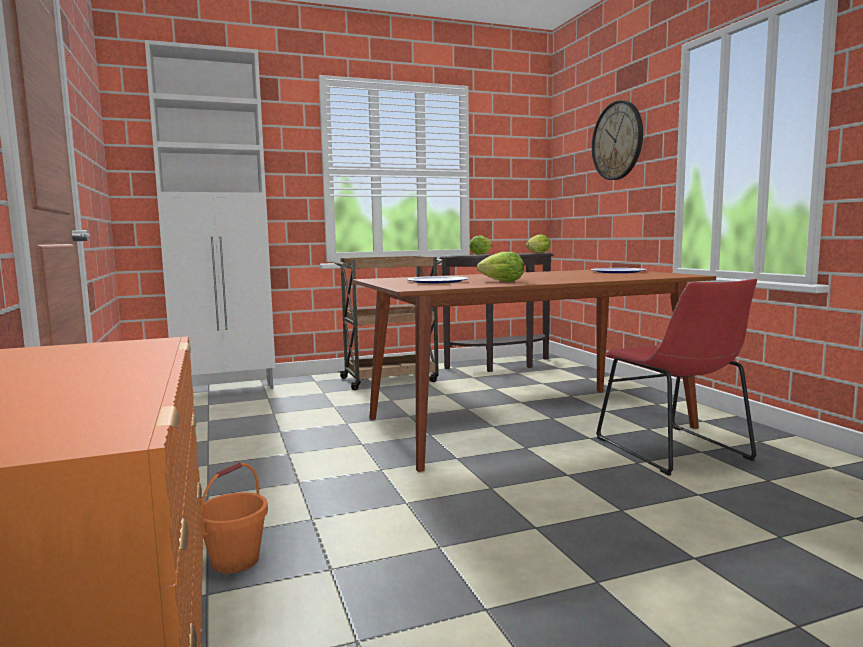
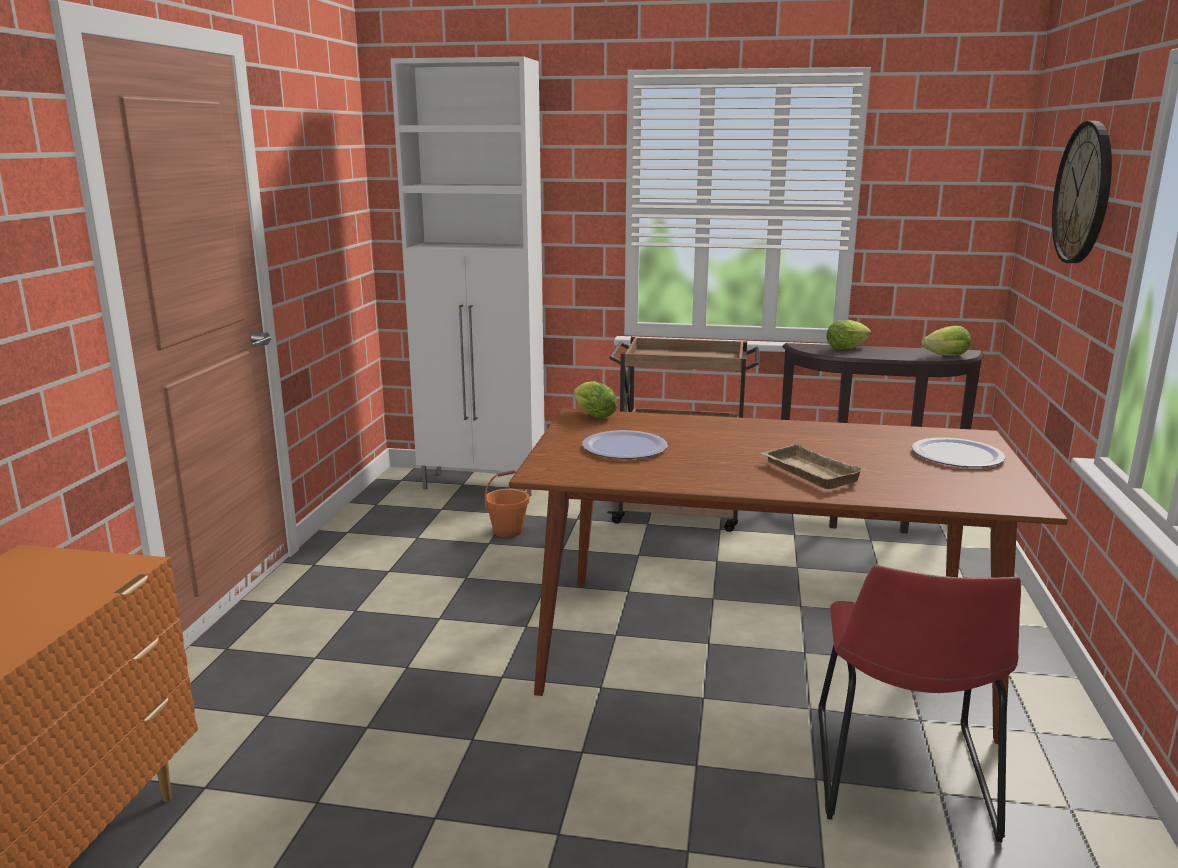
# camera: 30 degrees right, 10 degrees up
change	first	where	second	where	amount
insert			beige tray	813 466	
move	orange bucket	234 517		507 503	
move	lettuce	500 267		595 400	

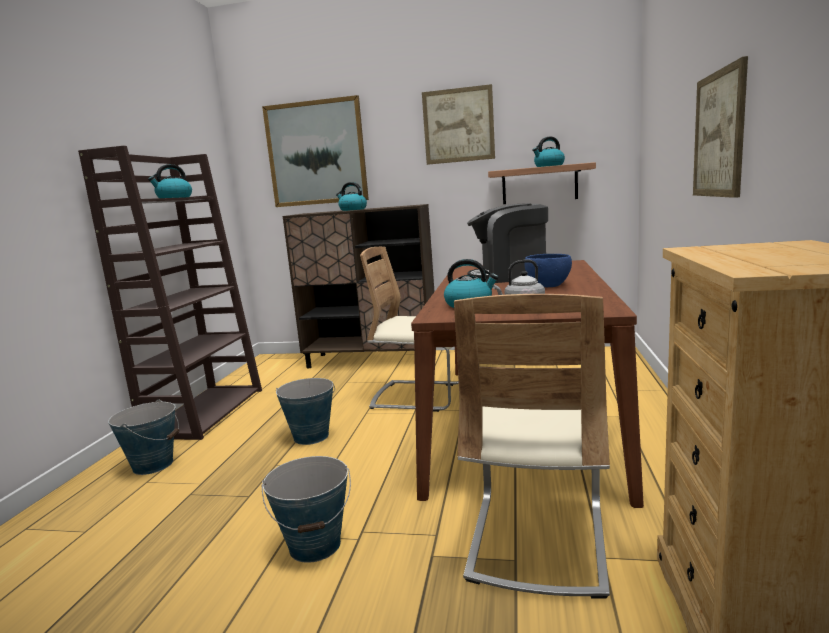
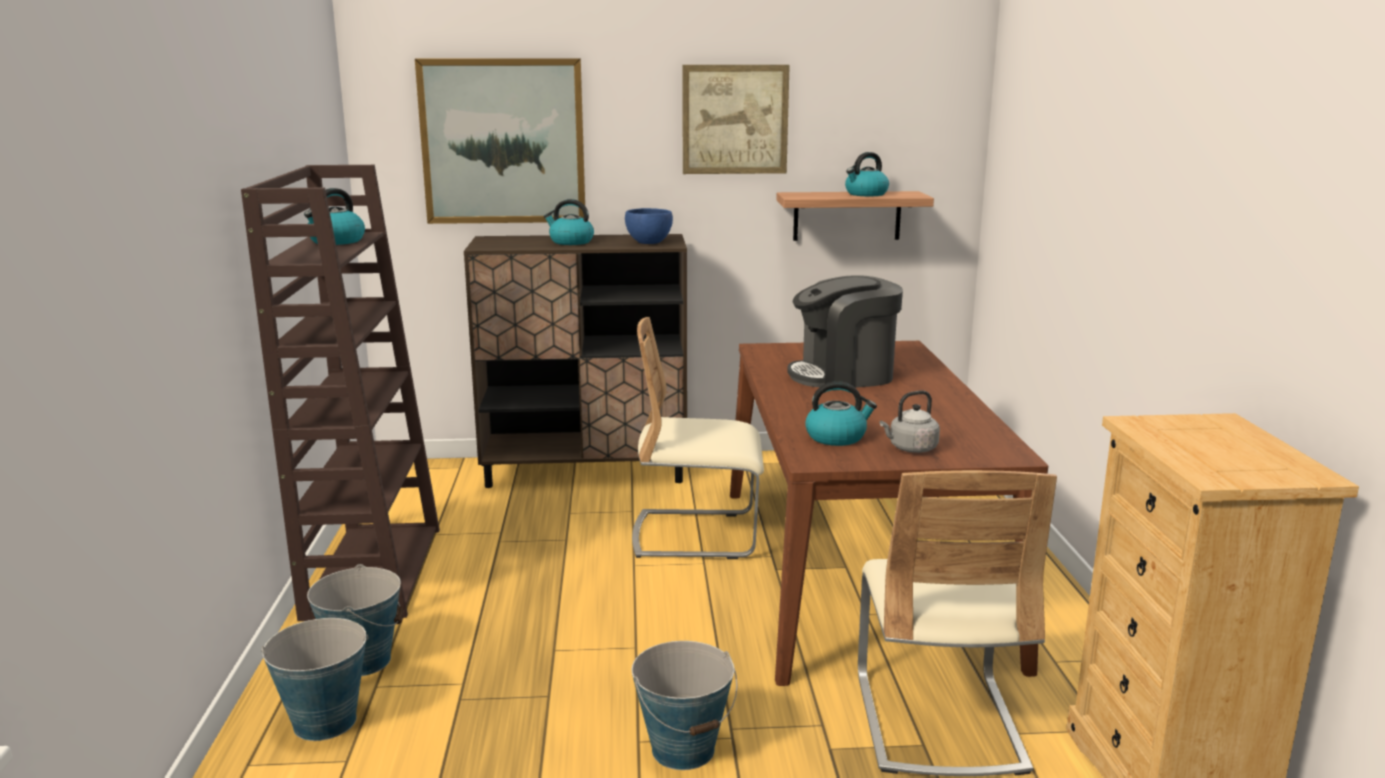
# camera: 15 degrees left, 5 degrees up
change	first	where	second	where	amount
delete	picture	720 127			
move	bucket	305 411		315 679	
move	blue bowl	548 270		649 226	

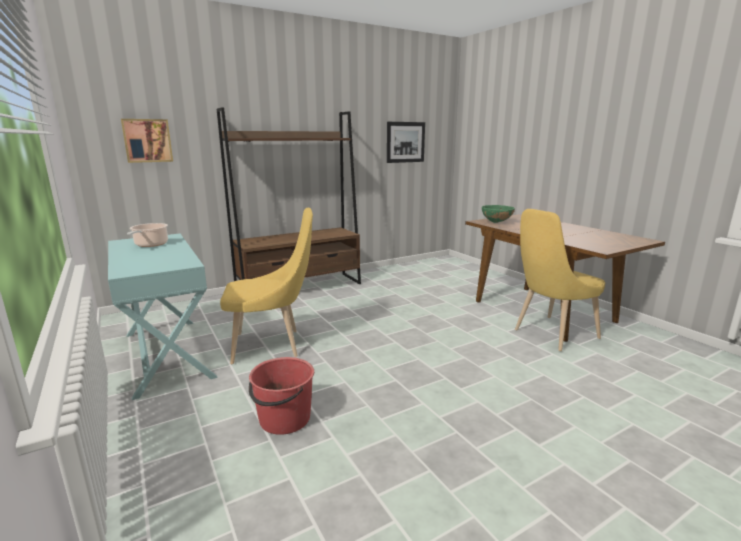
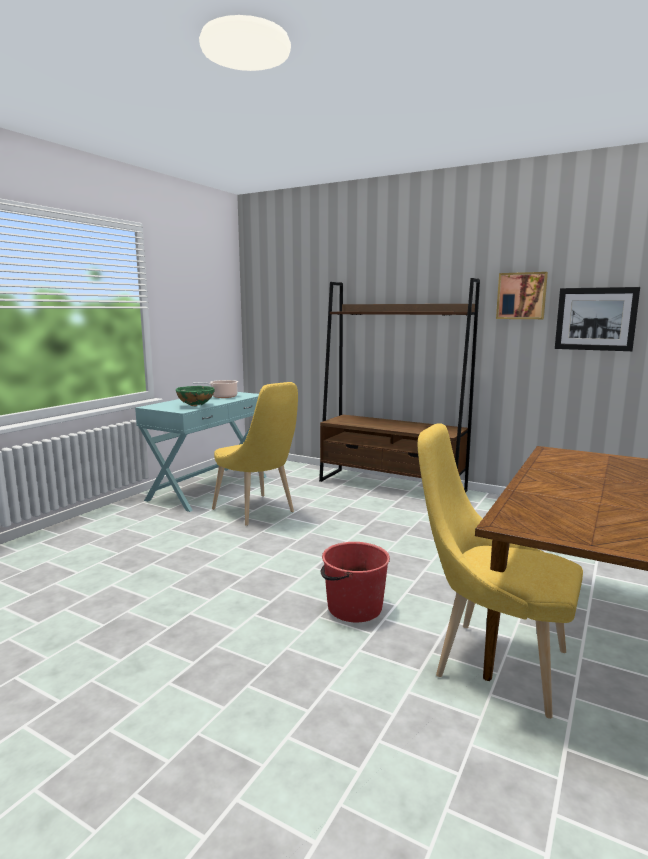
# camera: 60 degrees right, 5 degrees down
change	first	where	second	where	amount
move	picture	147 141		522 295	
move	red bucket	281 396		355 582	
move	green bowl	498 214		195 396	

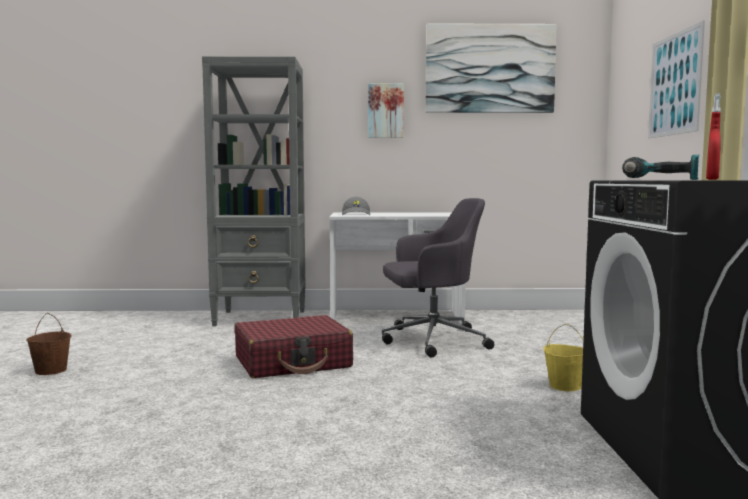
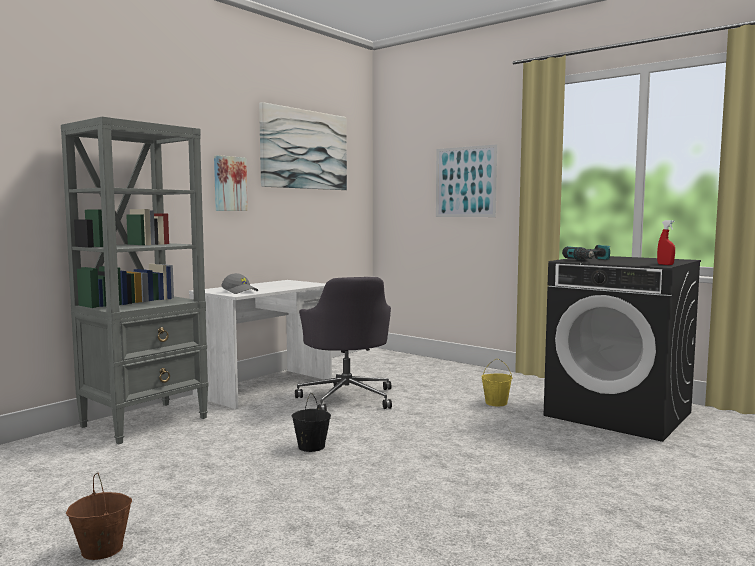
# camera: 50 degrees left, 0 degrees up
change	first	where	second	where	amount
replace	red suitcase	293 346	black bucket	311 422	
rotate	grey office chair	438 277		343 344	135 degrees clockwise

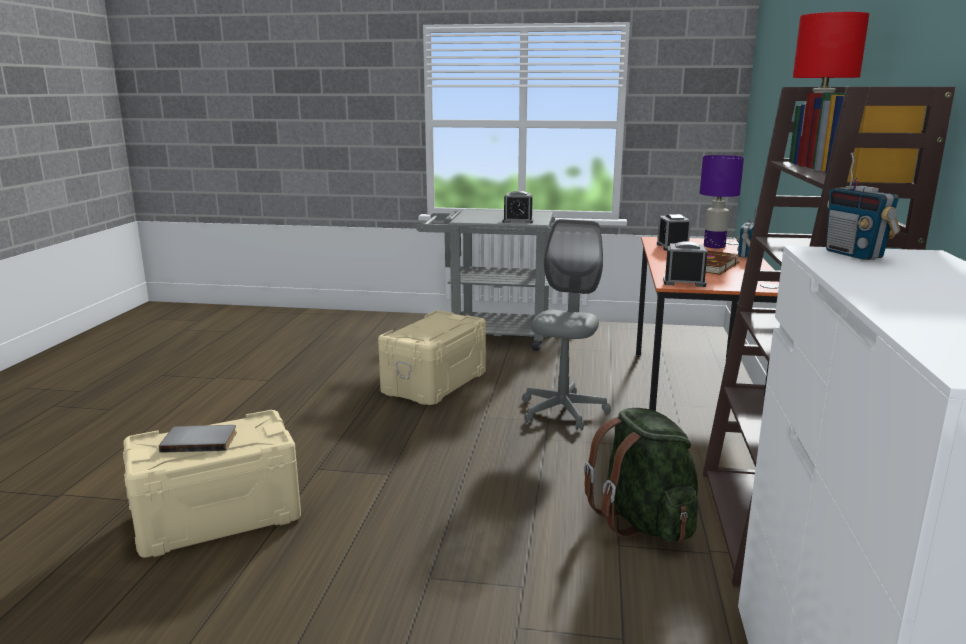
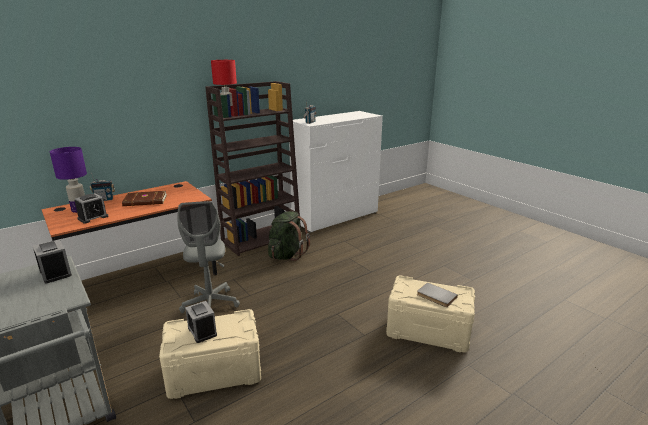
# camera: 135 degrees left, 5 degrees up
change	first	where	second	where	amount
move	alarm clock	685 264		201 322	
rotate	grey office chair	566 324		209 257	75 degrees counterclockwise

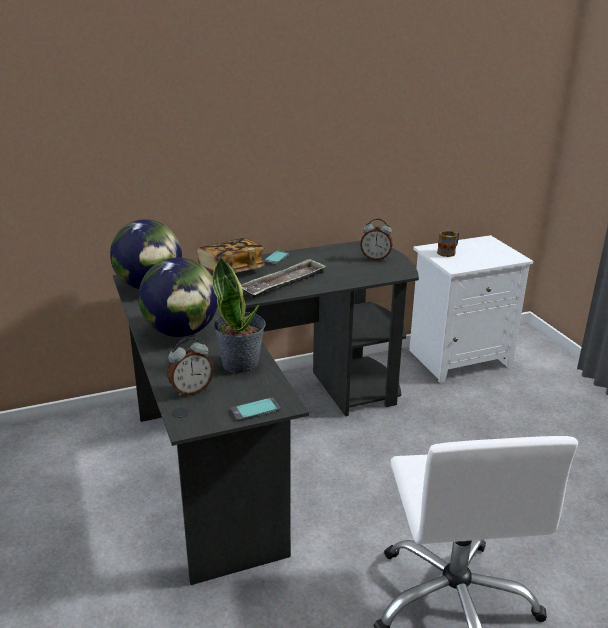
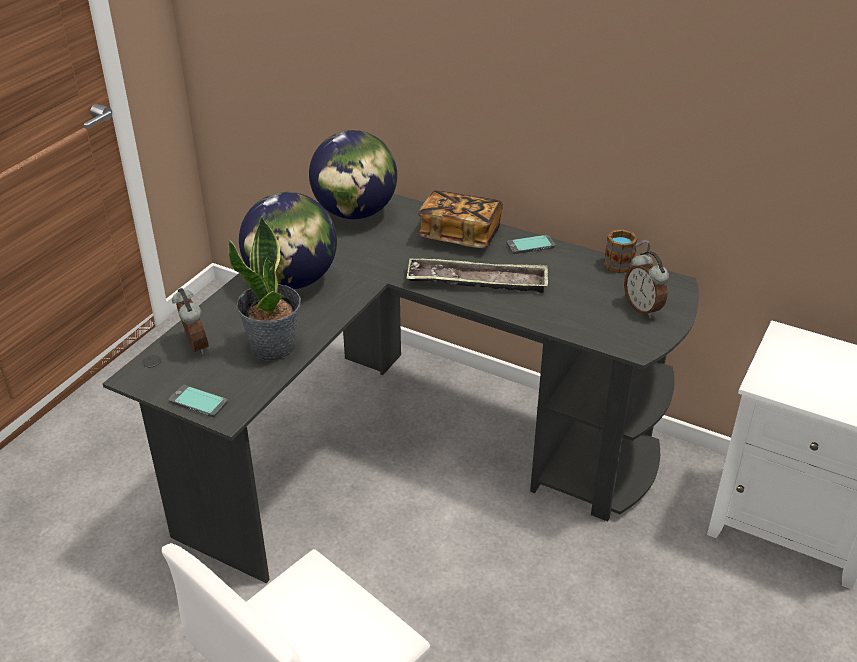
# camera: 50 degrees right, 10 degrees up
change	first	where	second	where	amount
move	mug	448 244		627 251	
rotate	alarm clock	190 366		190 321	135 degrees counterclockwise

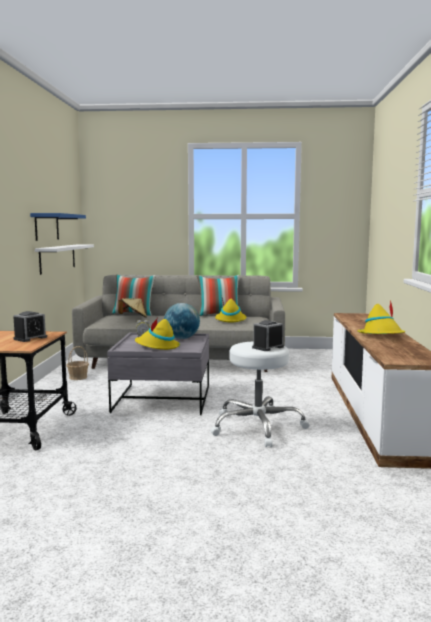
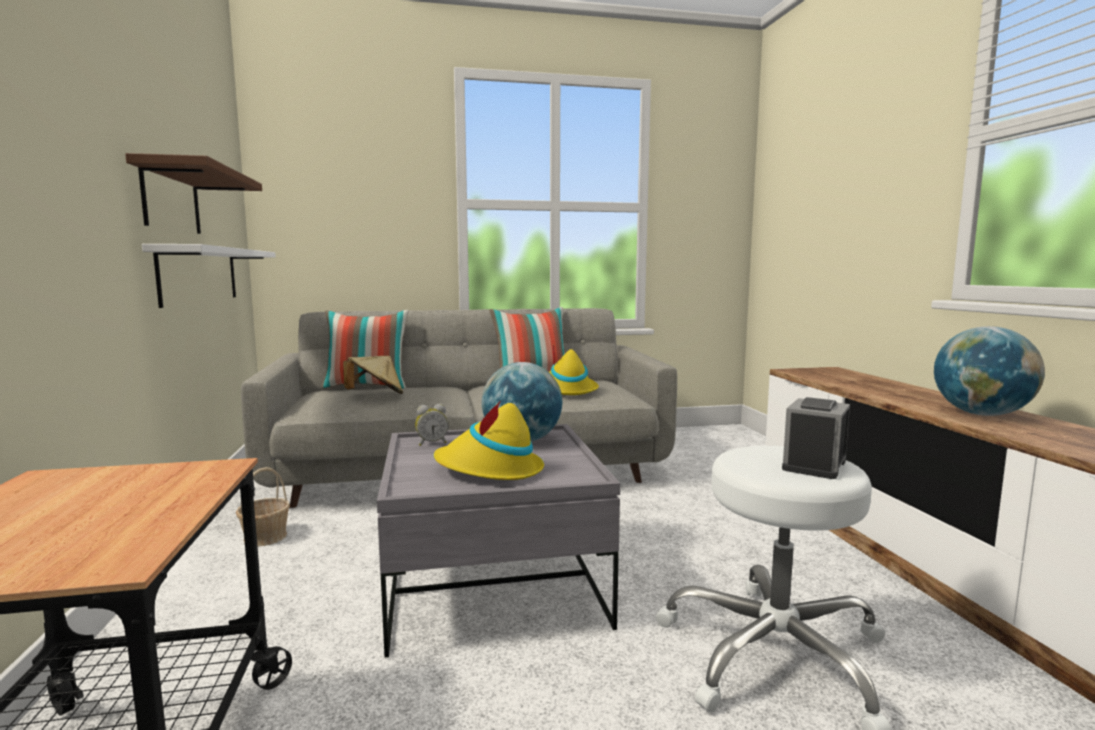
# camera: 15 degrees left, 0 degrees up
change	first	where	second	where	amount
delete	alarm clock	30 326			
replace	yellow hat	381 317	globe	989 371	
recolor	blue shelf	58 227	brown shelf	193 193	

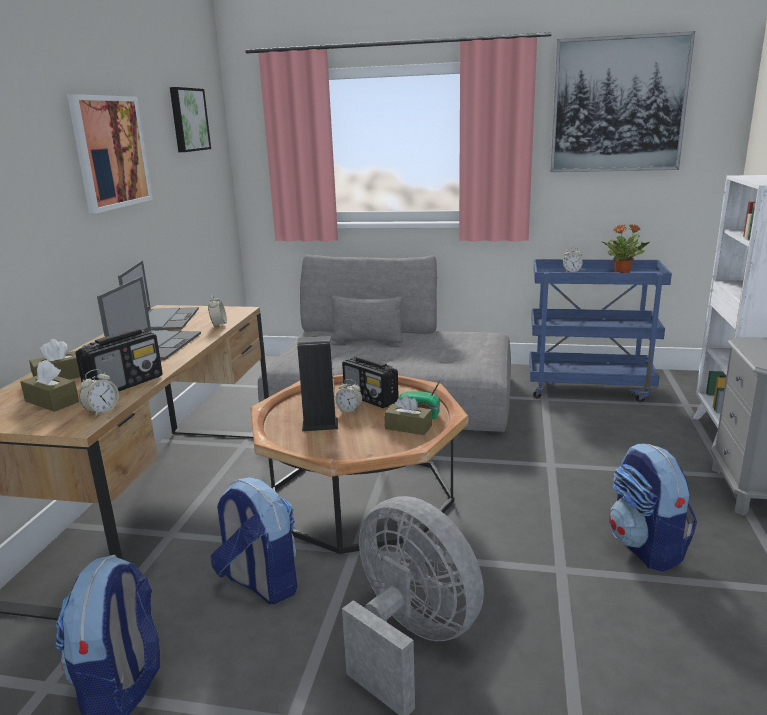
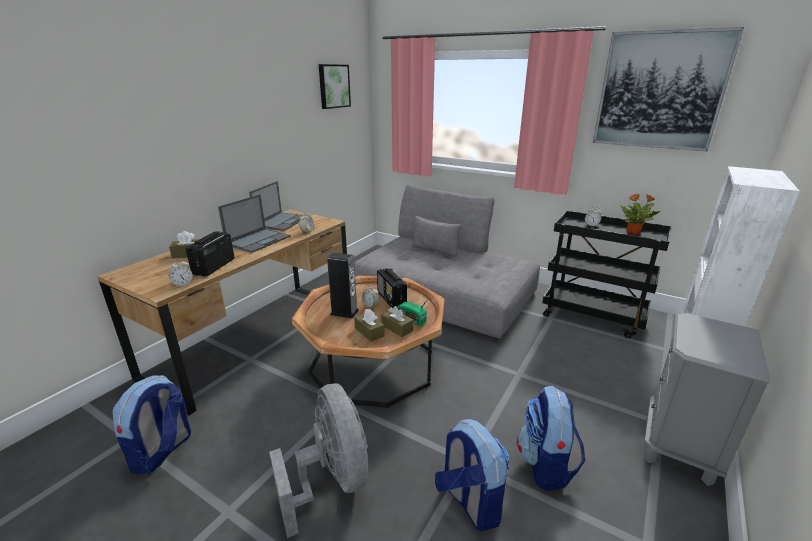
# camera: 20 degrees right, 5 degrees up
change	first	where	second	where	amount
delete	picture	110 153			
move	brown tissue box	49 386		369 325	
move	backpack	254 540		472 475	
recolor	blue cart	600 330	black cart	607 274	
rotate	radio	119 359		210 254	135 degrees clockwise

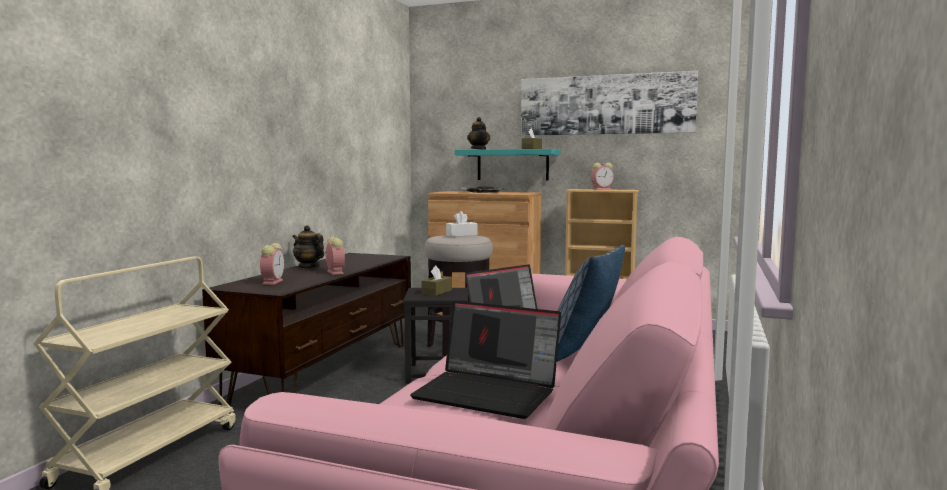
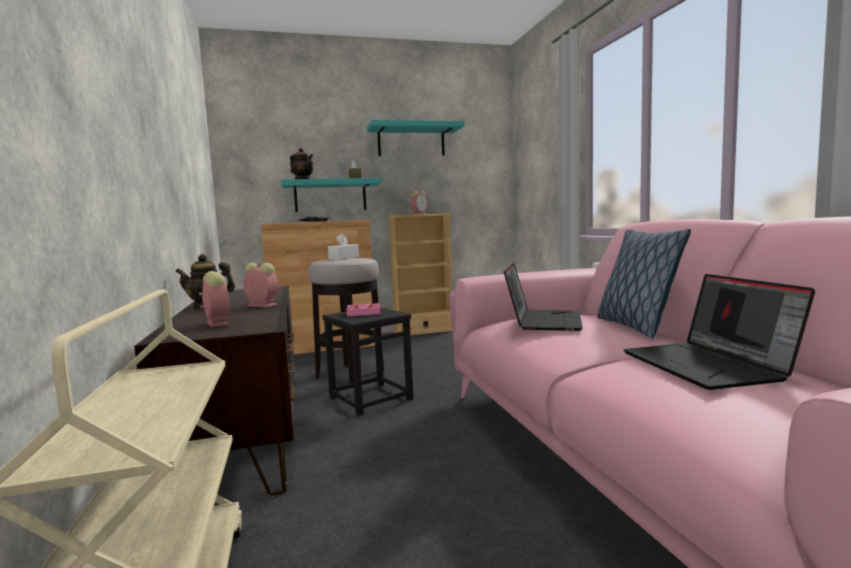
# camera: 35 degrees left, 0 degrees up
change	first	where	second	where	amount
replace	brown tissue box	437 281	pink book	363 309	
replace	picture	609 103	turquoise shelf	416 138	
rotate	laptop	485 360		719 332	90 degrees clockwise

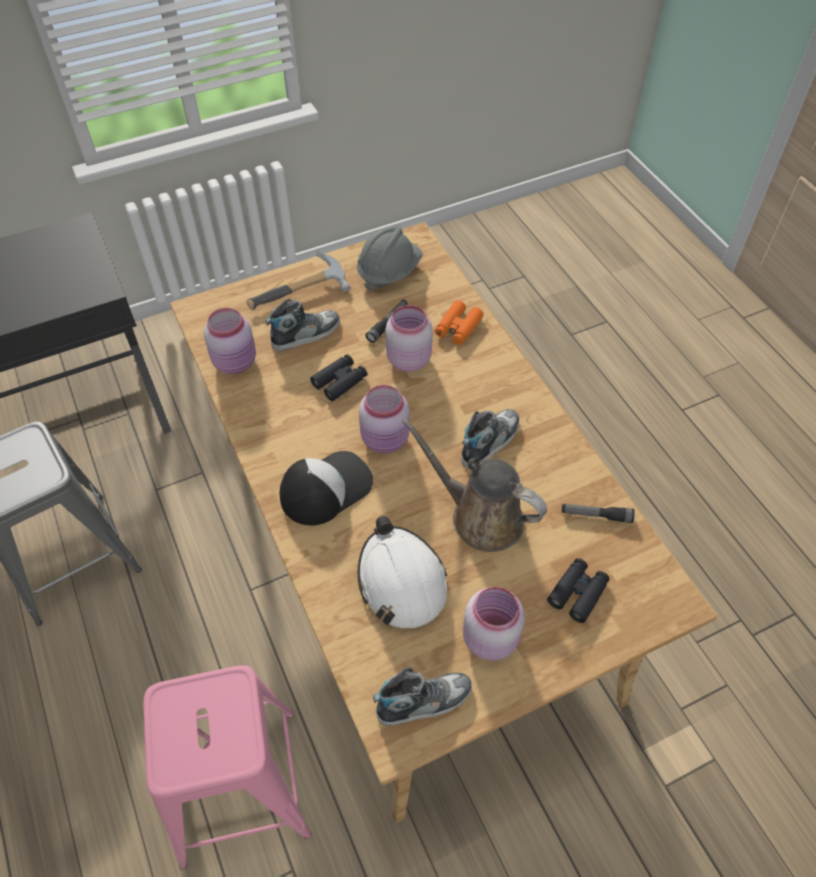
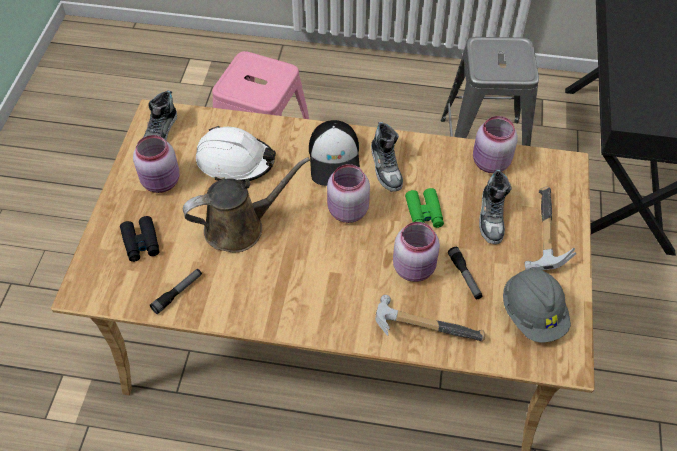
# camera: 125 degrees right, 0 degrees up
change	first	where	second	where	amount
move	shoe	490 439		387 157	
replace	orange binoculars	459 322	hammer	430 318	
recolor	black binoculars	338 377	green binoculars	424 208	

